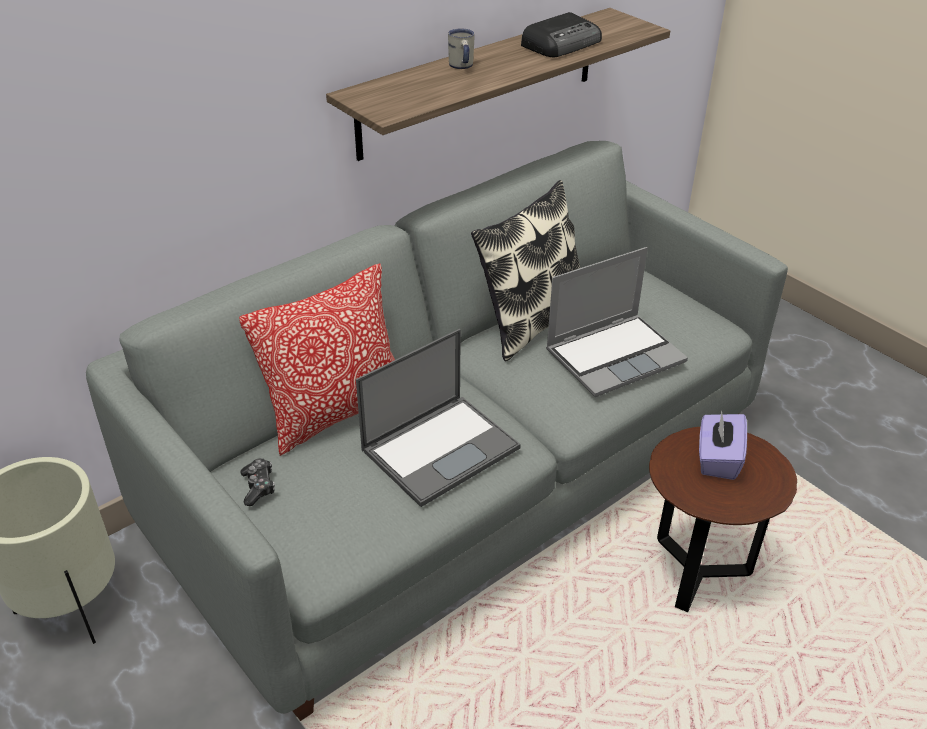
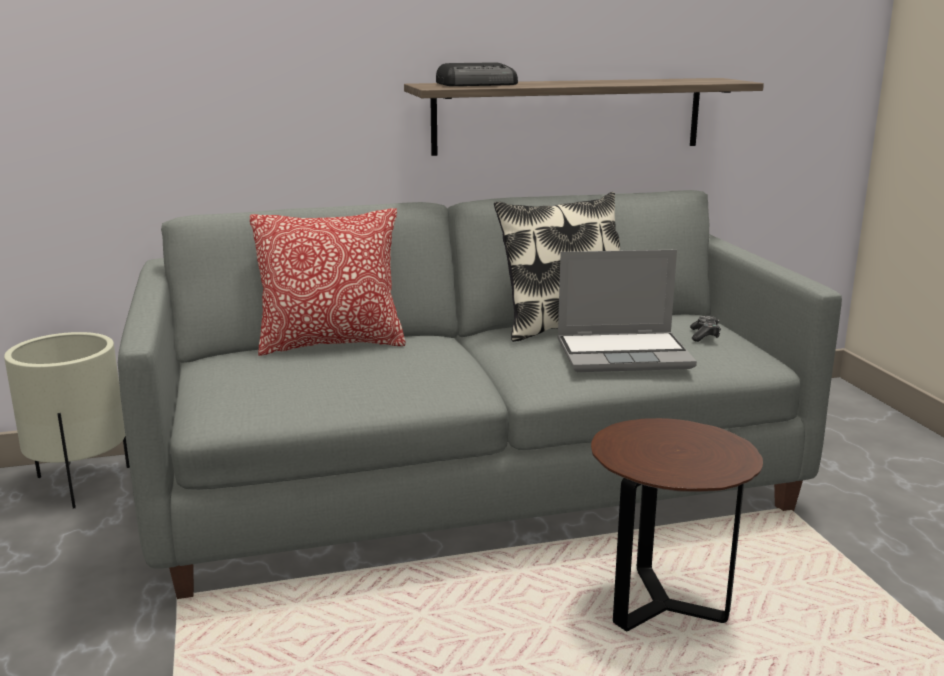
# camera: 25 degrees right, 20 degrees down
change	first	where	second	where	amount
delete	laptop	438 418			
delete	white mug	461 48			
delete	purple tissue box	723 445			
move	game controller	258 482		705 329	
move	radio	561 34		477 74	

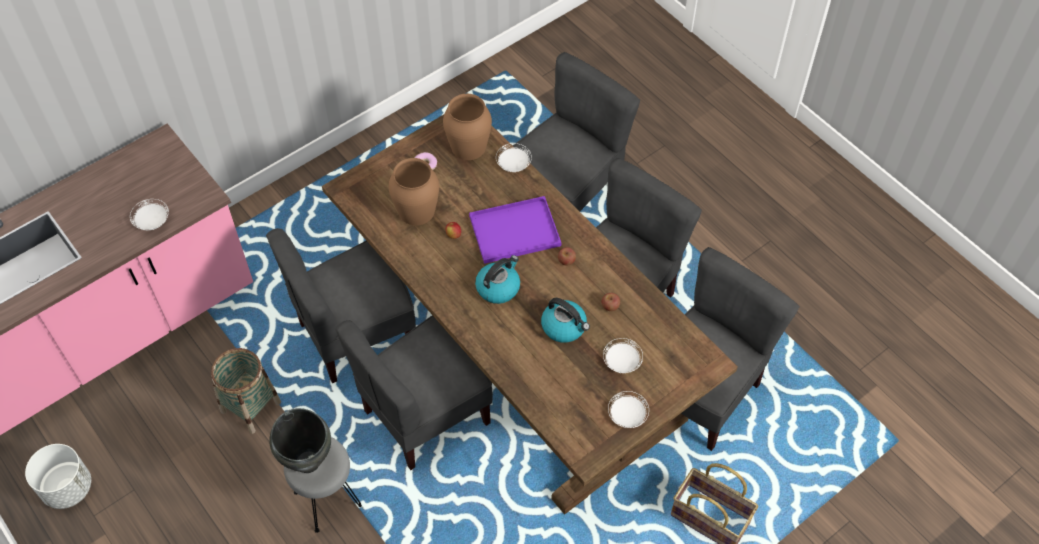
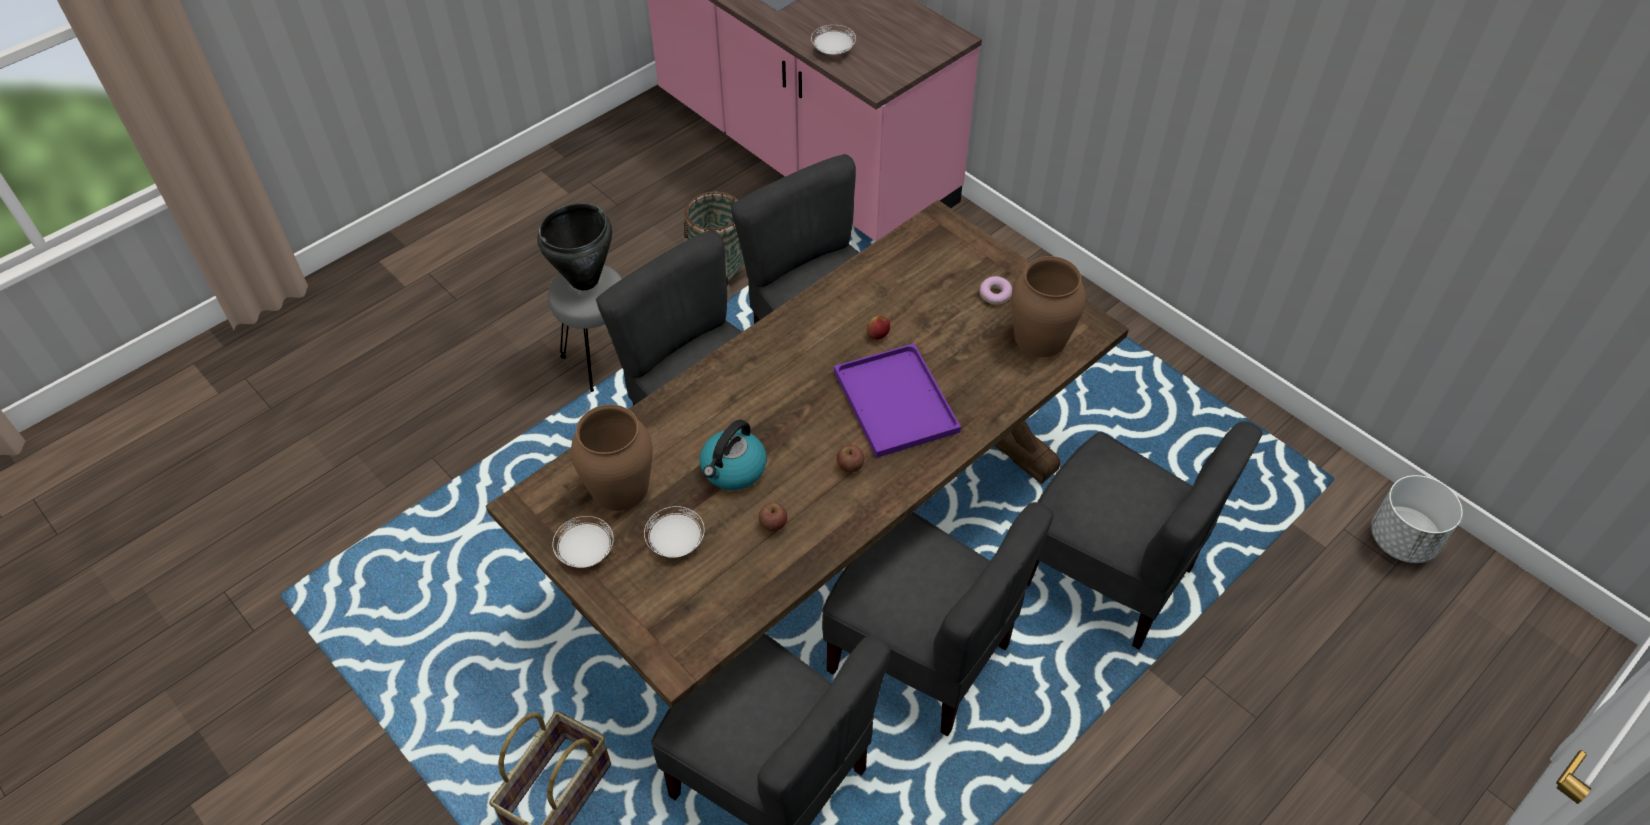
# camera: 85 degrees right, 5 degrees down
change	first	where	second	where	amount
delete	kettle	497 279			
delete	white plate	514 157			
move	white planter	58 476		1417 519	
move	brown vase	414 191		612 457	

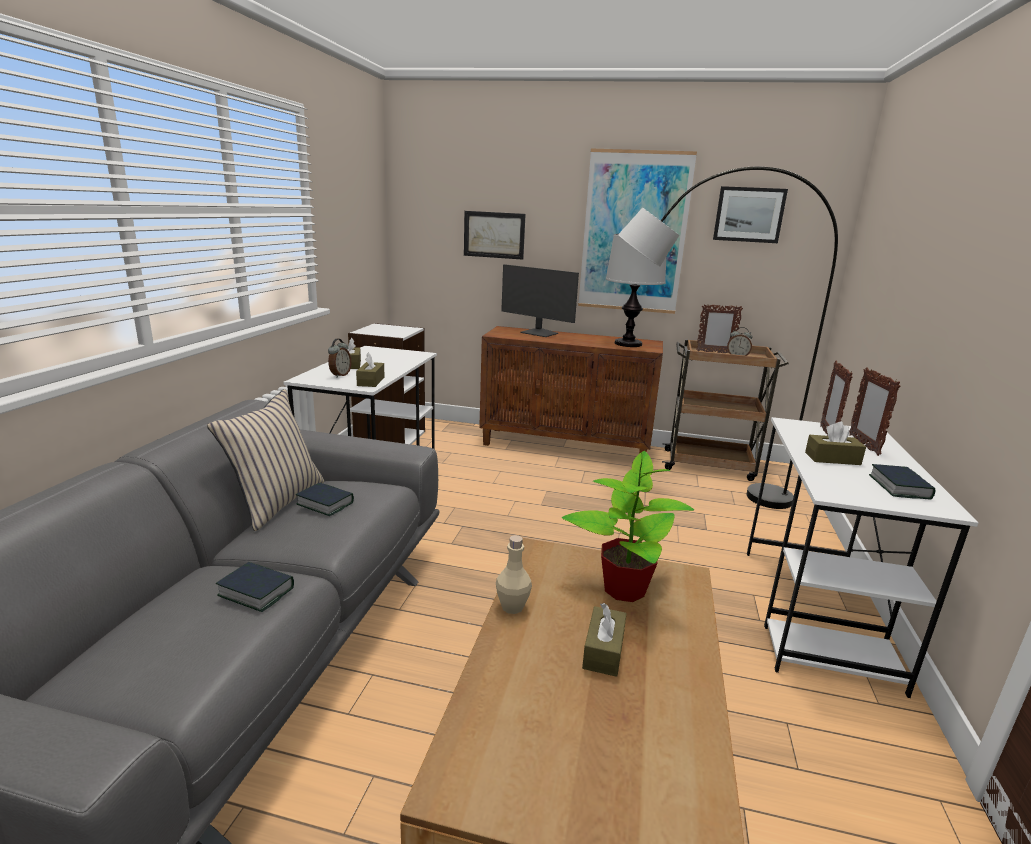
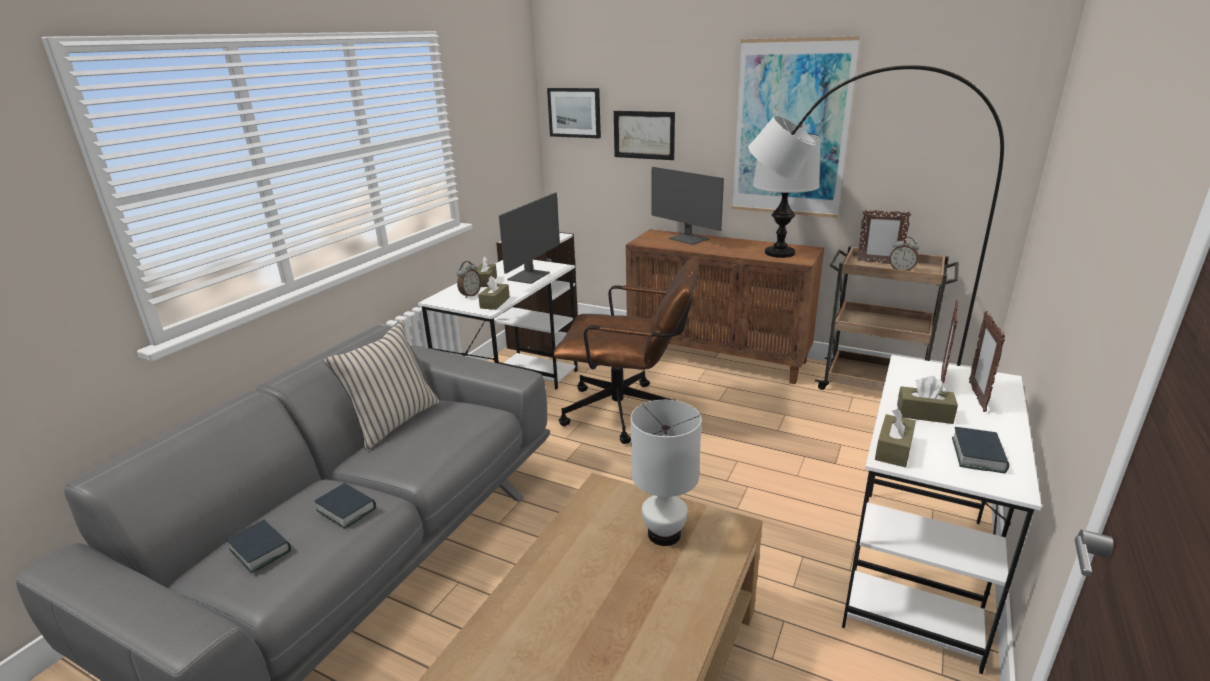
# camera: 15 degrees right, 5 degrees up
change	first	where	second	where	amount
delete	beige bottle	514 574			
insert			monitor	529 238	
insert			brown office chair	626 350	
move	book	325 499		258 546	
move	brown tissue box	604 640		895 438	
move	picture	750 214		574 113	
replace	potted plant	628 526	white table lamp	666 473	

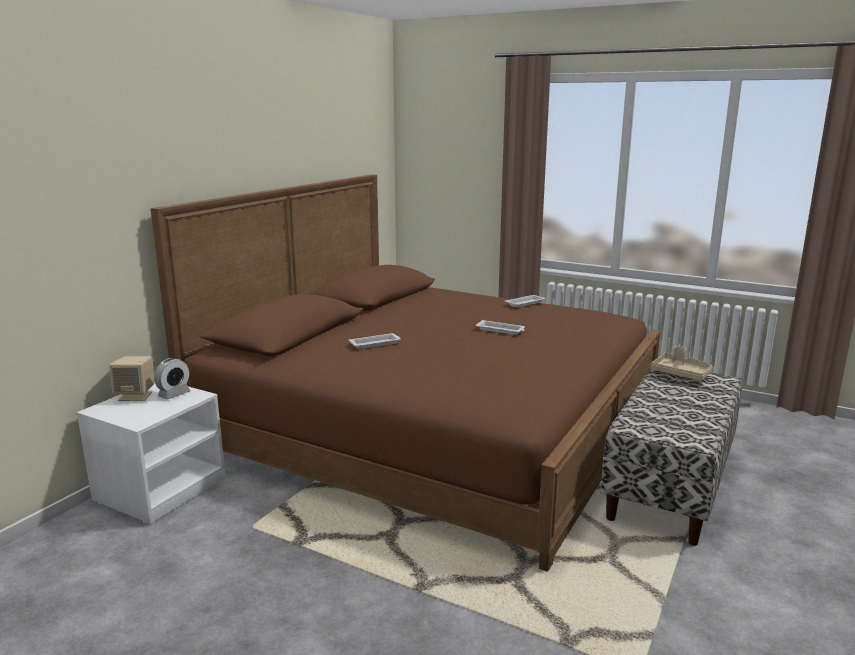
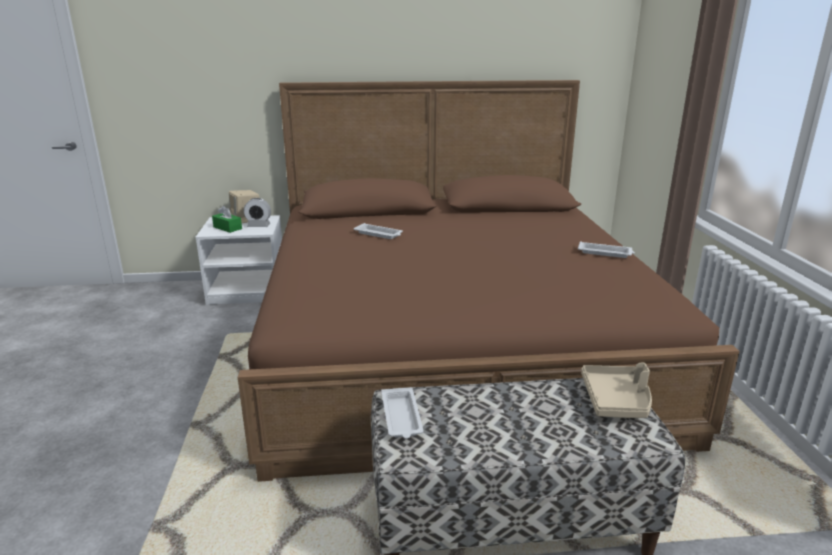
# camera: 55 degrees right, 5 degrees up
change	first	where	second	where	amount
insert			green tissue box	227 219	
move	white tray	500 327		402 413	

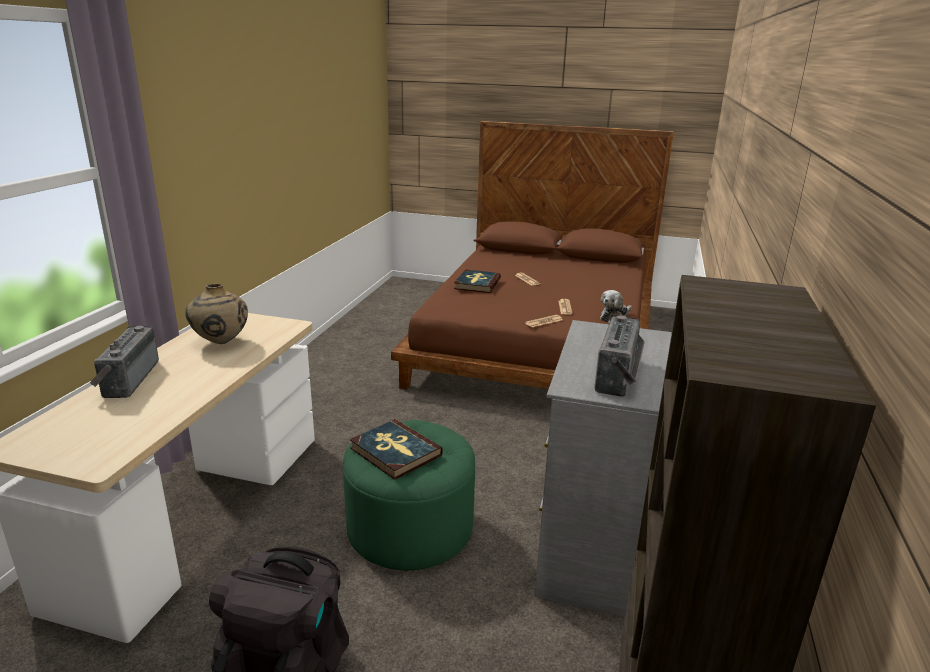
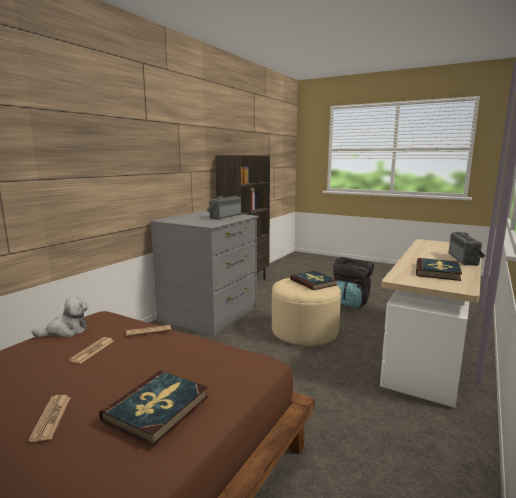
# camera: 165 degrees left, 10 degrees down
change	first	where	second	where	amount
replace	beige vase	216 314	book	439 269	
recolor	green ottoman	409 495	beige ottoman	306 312	

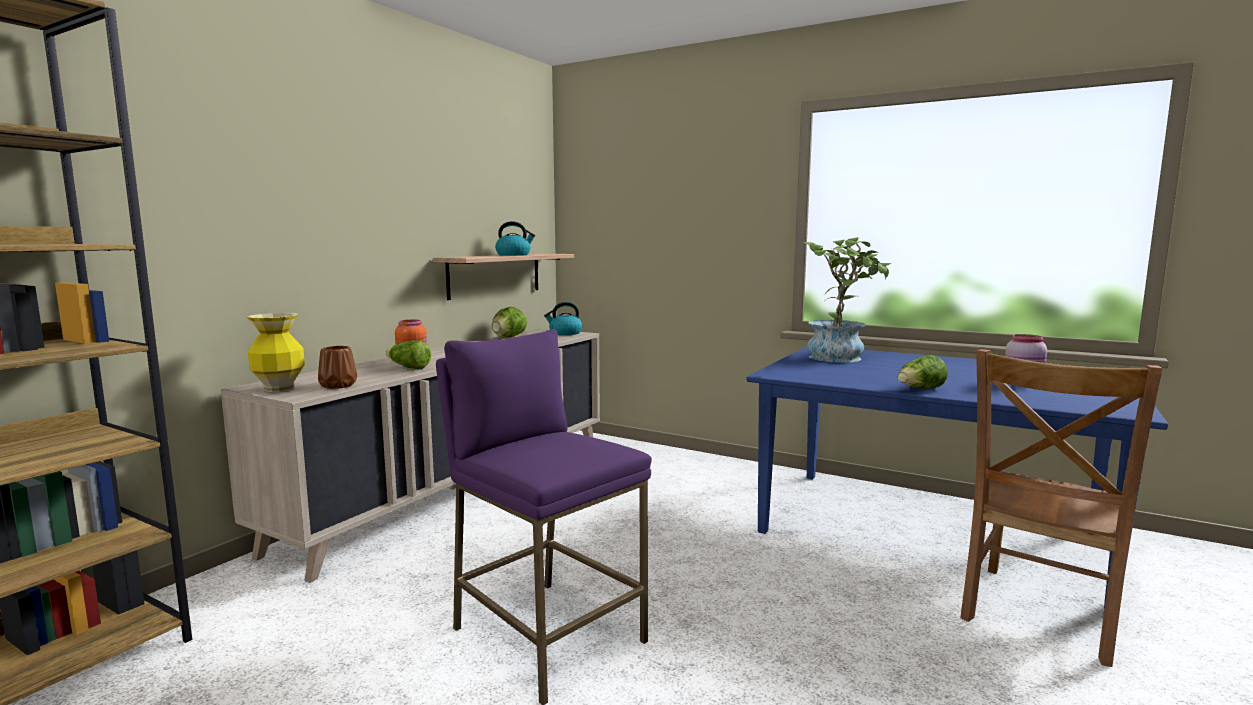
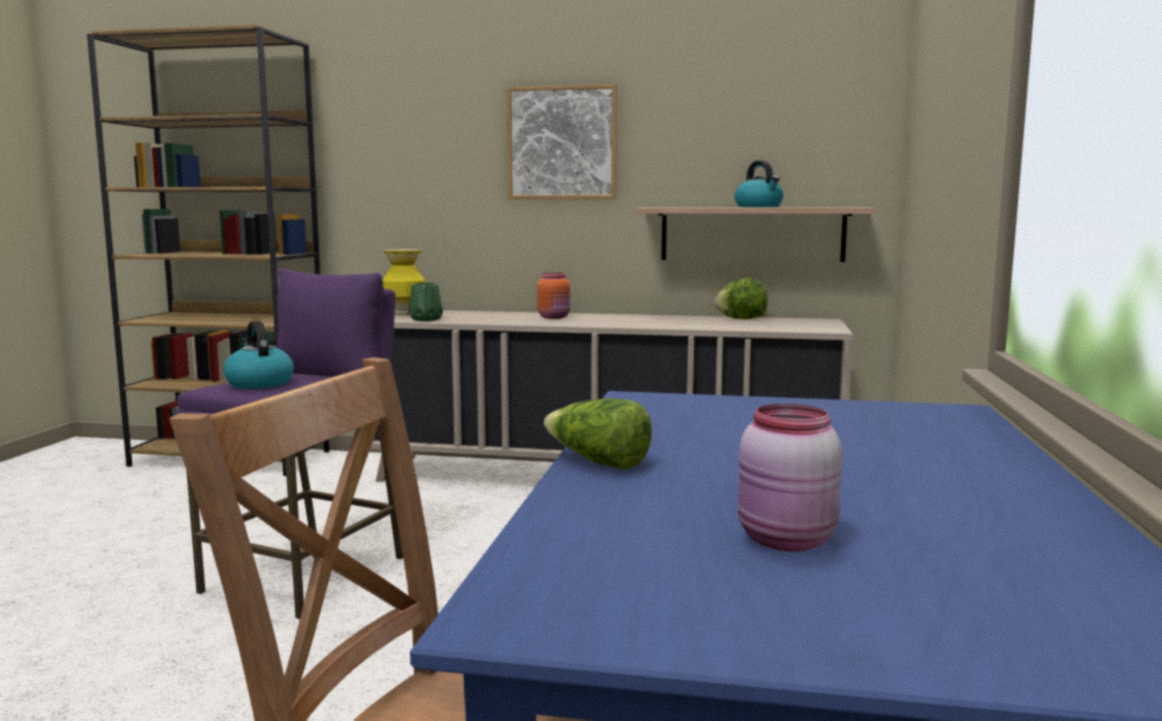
# camera: 70 degrees right, 0 degrees up
change	first	where	second	where	amount
delete	lettuce	408 355			
delete	potted plant	847 300			
insert			picture	562 141	
move	kettle	563 318		259 355	
recolor	brown vase	337 367	green vase	426 302	

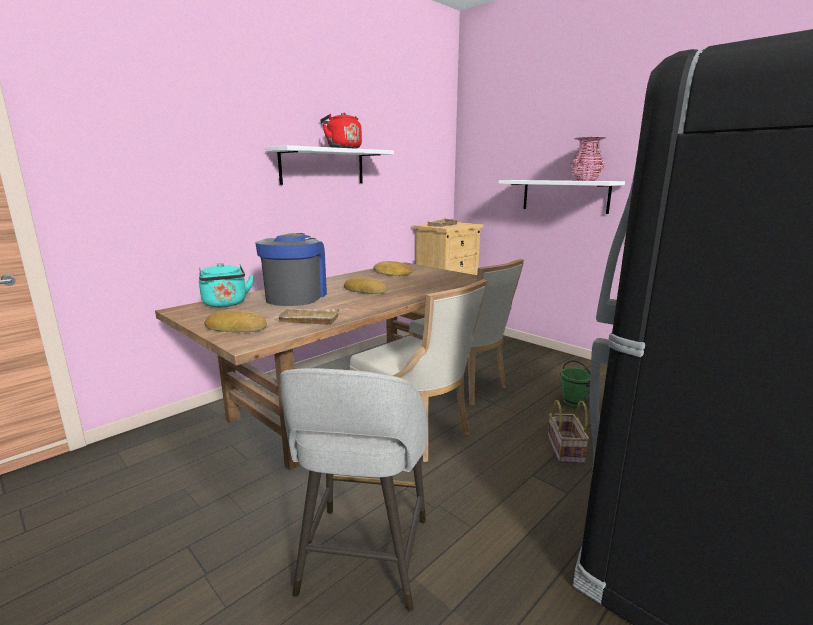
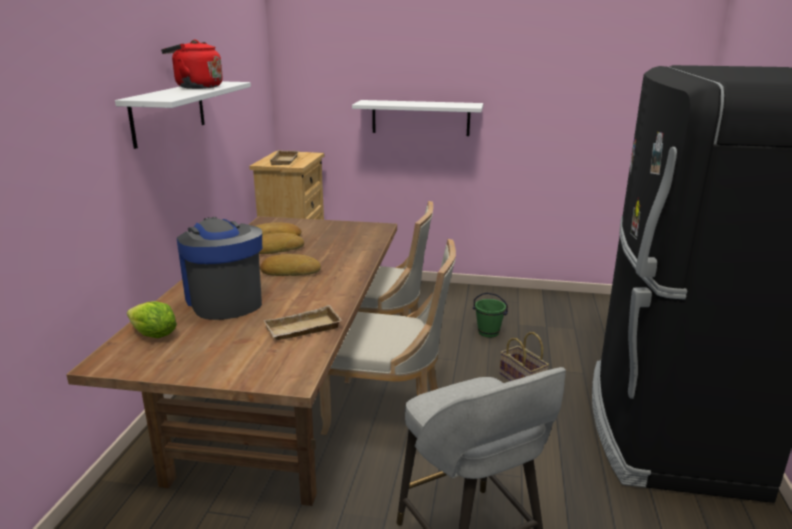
# camera: 35 degrees left, 5 degrees up
change	first	where	second	where	amount
delete	pink vase	588 159			
move	bread	235 321		281 243	
replace	turquoise kettle	226 285	lettuce	152 319	

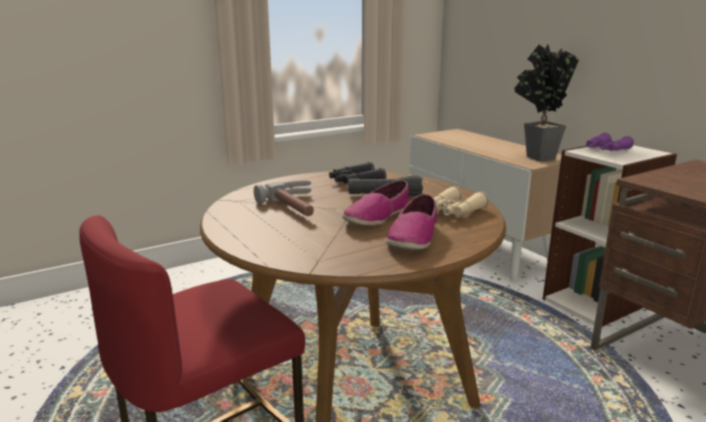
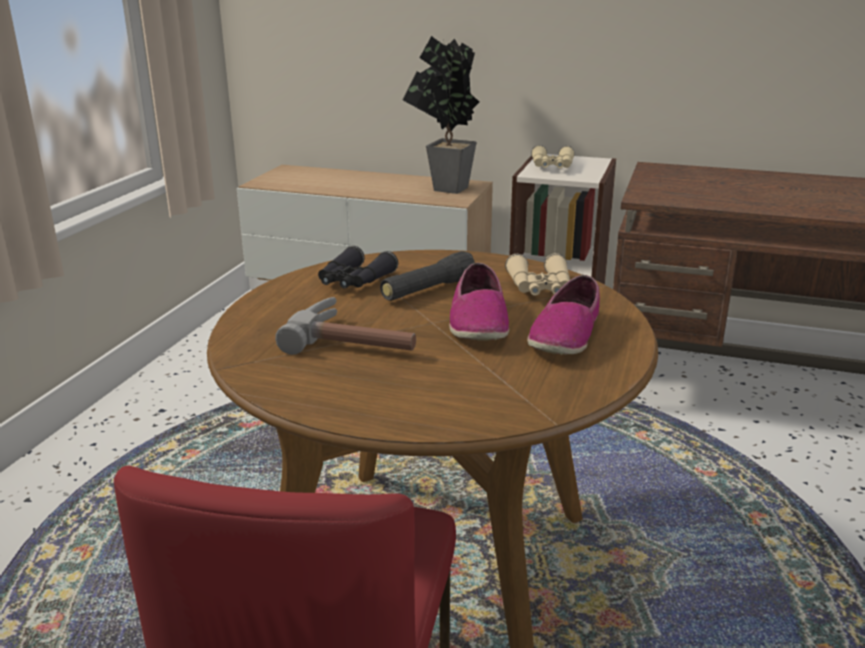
# camera: 40 degrees left, 5 degrees up
change	first	where	second	where	amount
recolor	purple binoculars	610 142	beige binoculars	553 156	
rotate	shoe	411 222		563 315	45 degrees clockwise

